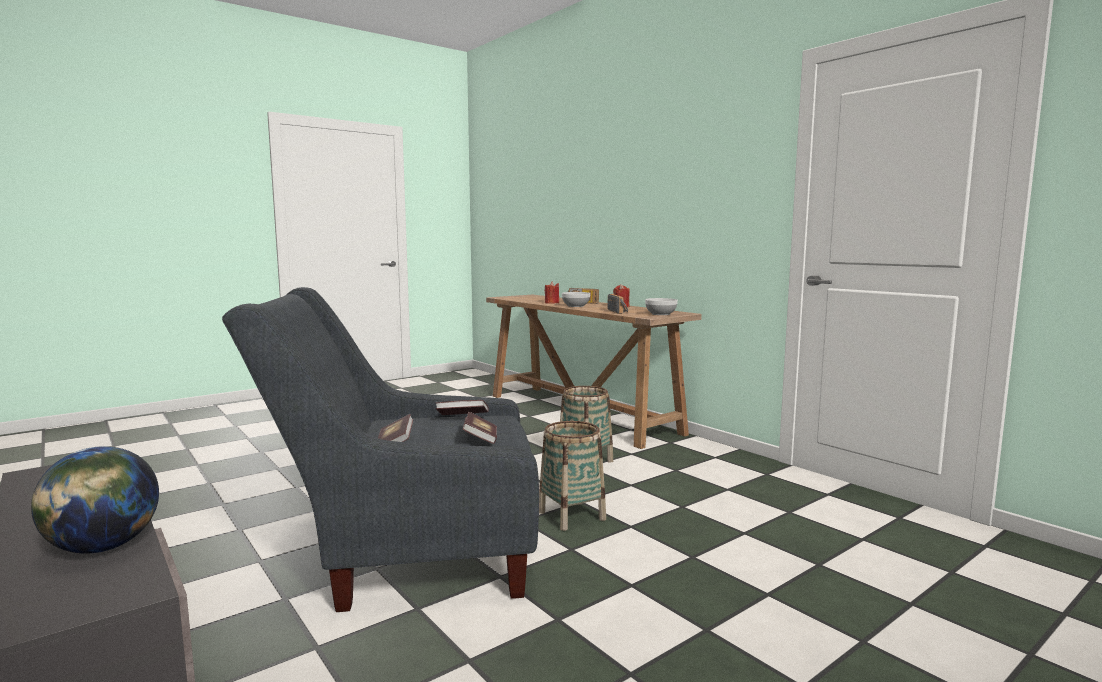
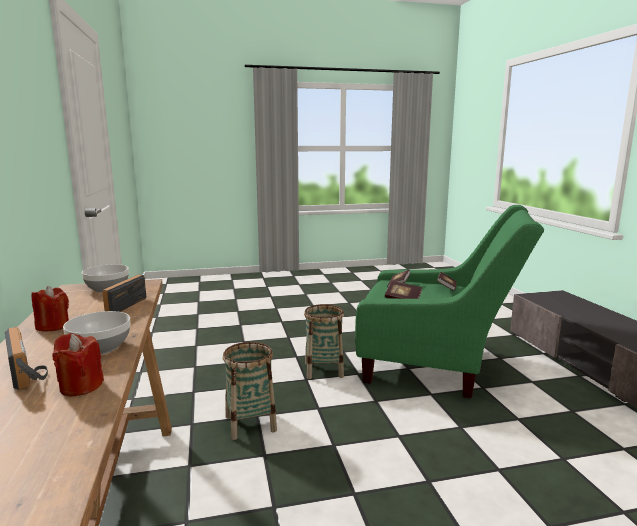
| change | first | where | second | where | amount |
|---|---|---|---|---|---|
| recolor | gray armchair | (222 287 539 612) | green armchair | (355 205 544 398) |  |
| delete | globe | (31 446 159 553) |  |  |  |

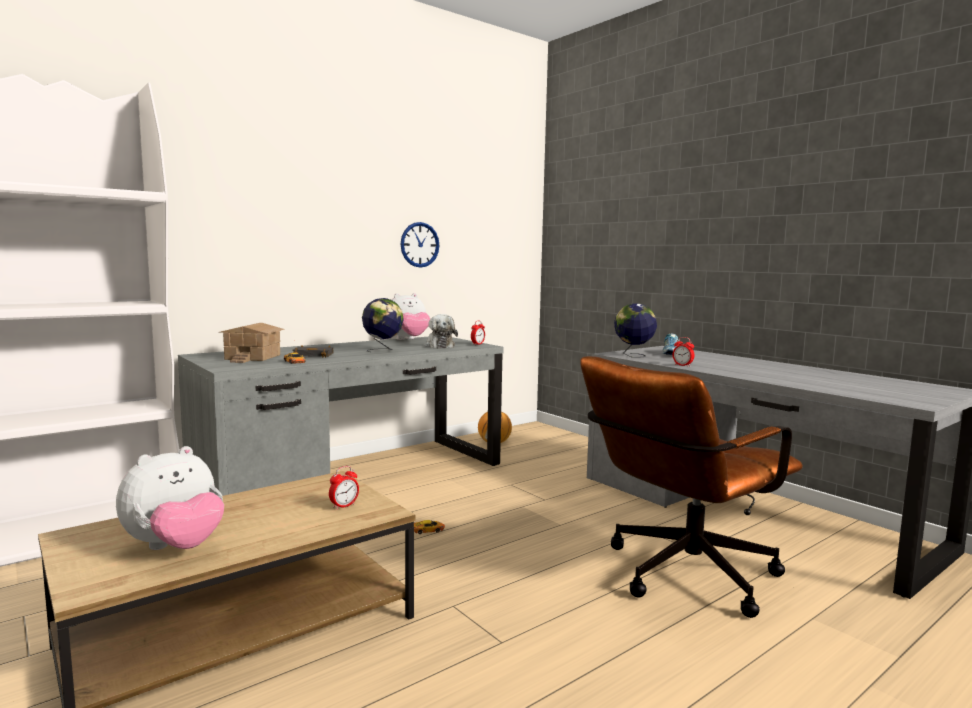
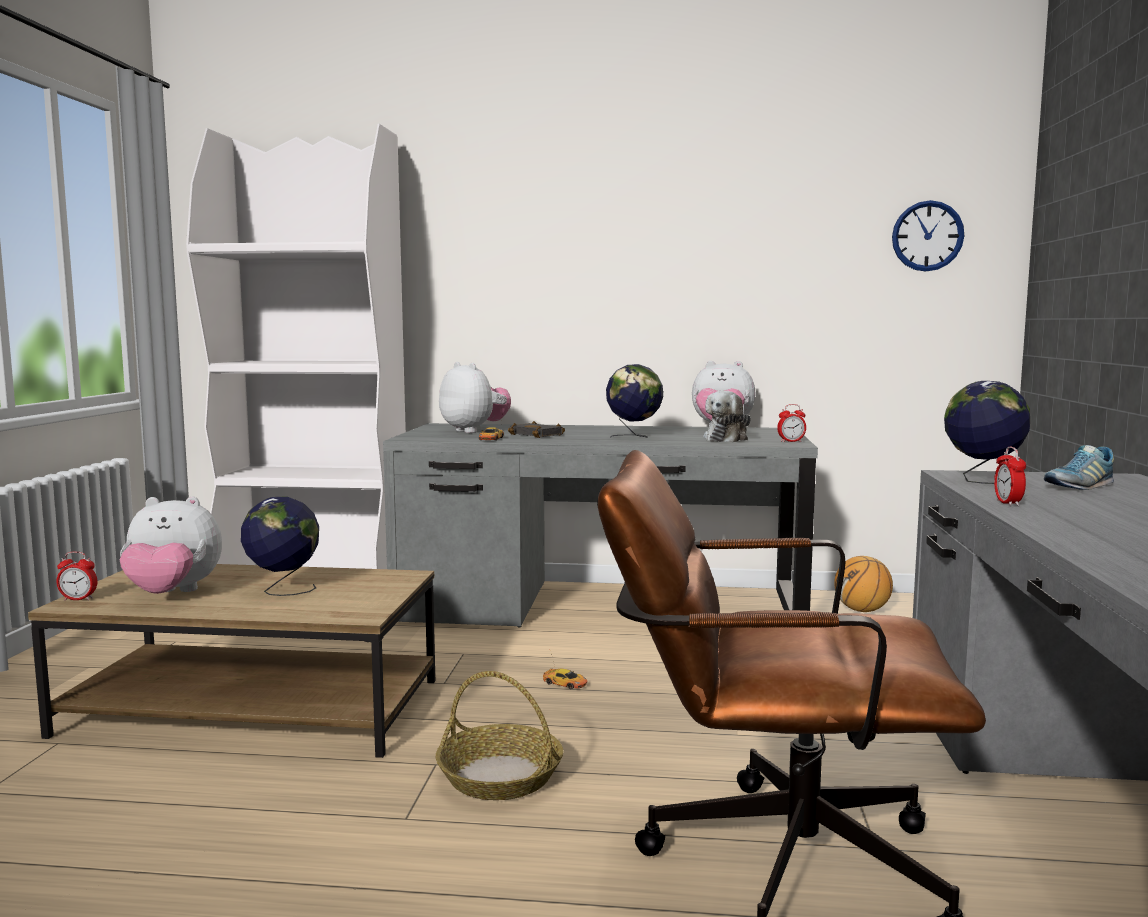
| change | first | where | second | where | amount |
|---|---|---|---|---|---|
| move | alarm clock | (329 466 359 510) |  | (57 552 98 601) |  |
| insert |  |  | globe | (241 496 319 596) |  |
| insert |  |  | household basket | (435 671 563 800) |  |
| replace | model house | (221 323 285 363) | plush toy | (439 362 511 433) |  |
| move | wall clock | (400 222 440 268) |  | (892 200 965 272) |  |

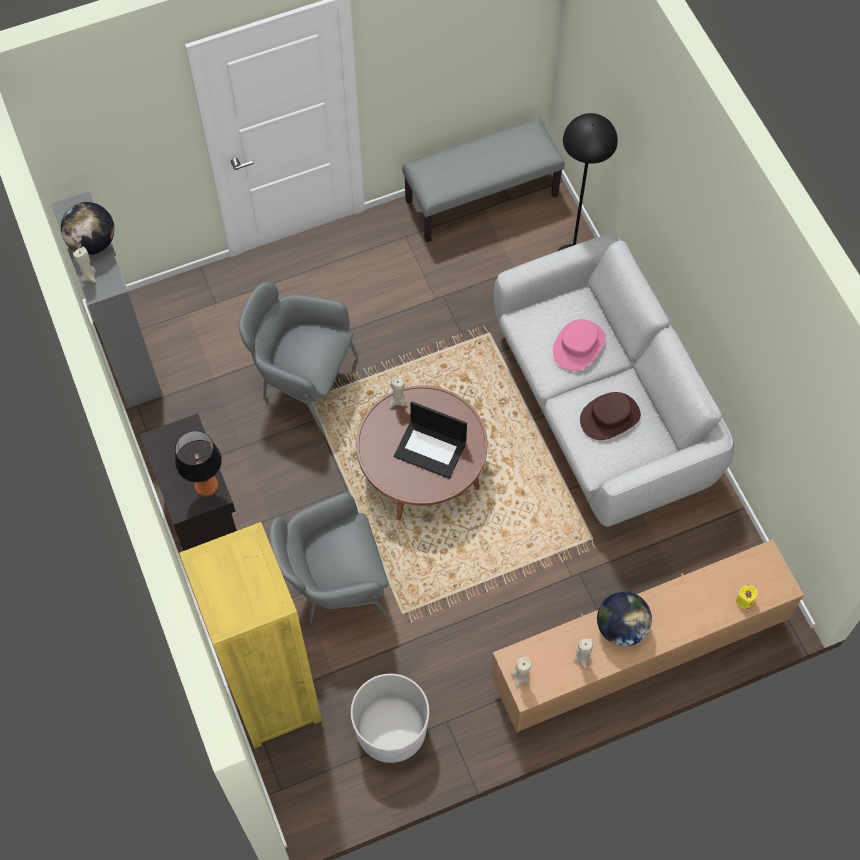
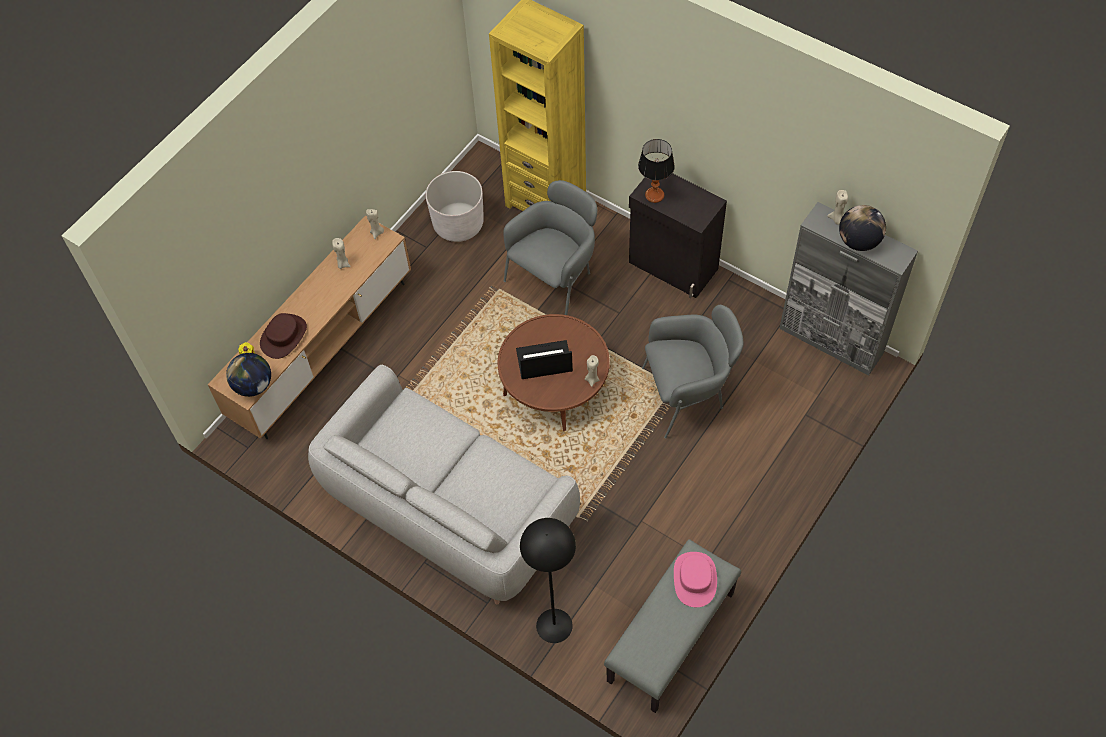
| change | first | where | second | where | amount |
|---|---|---|---|---|---|
| move | globe | (597 592 652 646) |  | (226 353 271 397) |  |
| move | brown hat | (580 392 641 440) |  | (260 313 307 359) |  |
| move | pink hat | (553 319 606 371) |  | (674 552 717 607) |  |

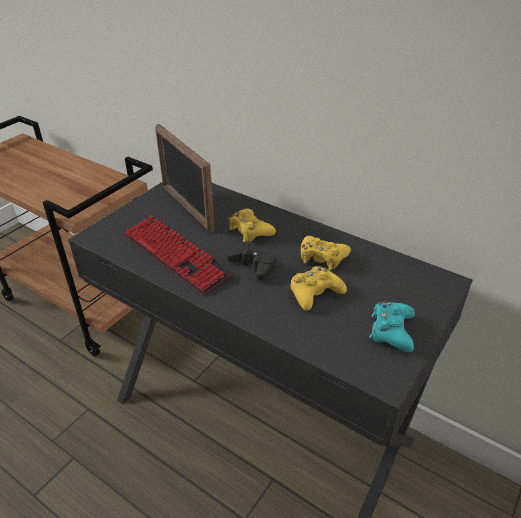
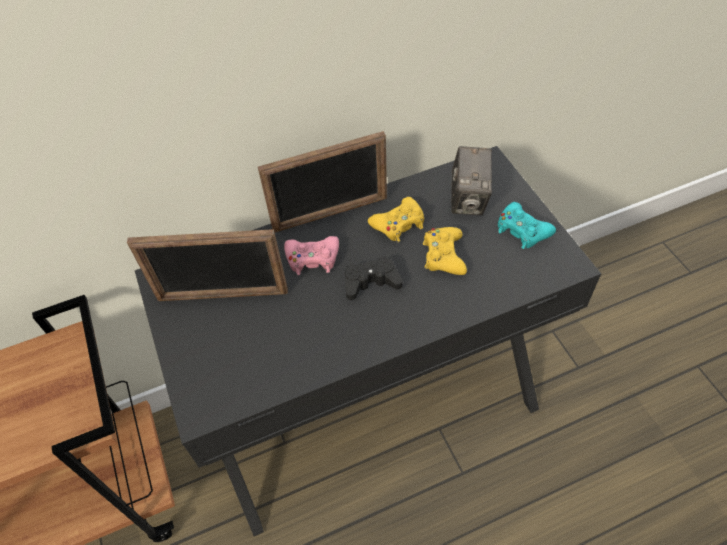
| change | first | where | second | where | amount |
|---|---|---|---|---|---|
| insert |  |  | standing frame | (258 131 387 232) |  |
| recolor | yellow-coloured joypad | (229 209 276 242) | pink joypad | (284 236 339 275) |  |
| insert |  |  | still camera | (451 146 492 215) |  |
| delete | computer keyboard | (123 215 233 295) |  |  |  |

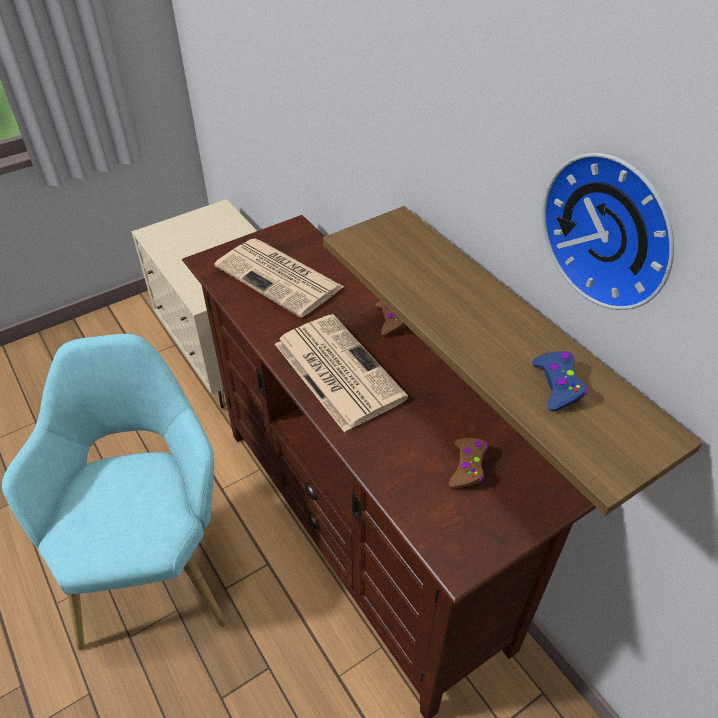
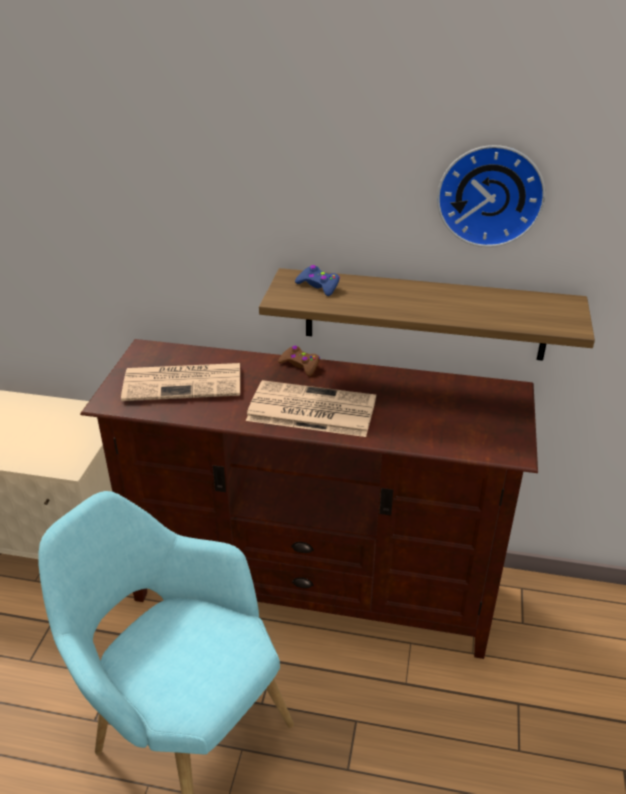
| change | first | where | second | where | amount |
|---|---|---|---|---|---|
| move | blue-coloured joypad | (532 351 587 411) |  | (295 265 340 296) |  |
| delete | brown joypad | (449 438 488 489) |  |  |  |

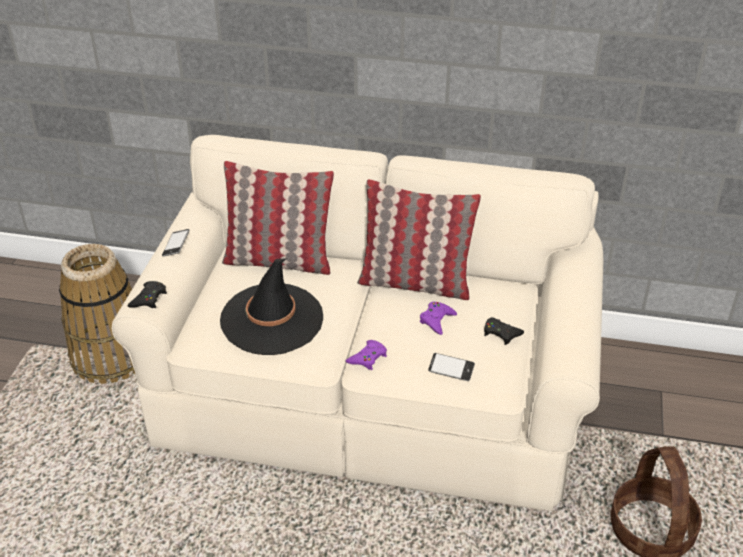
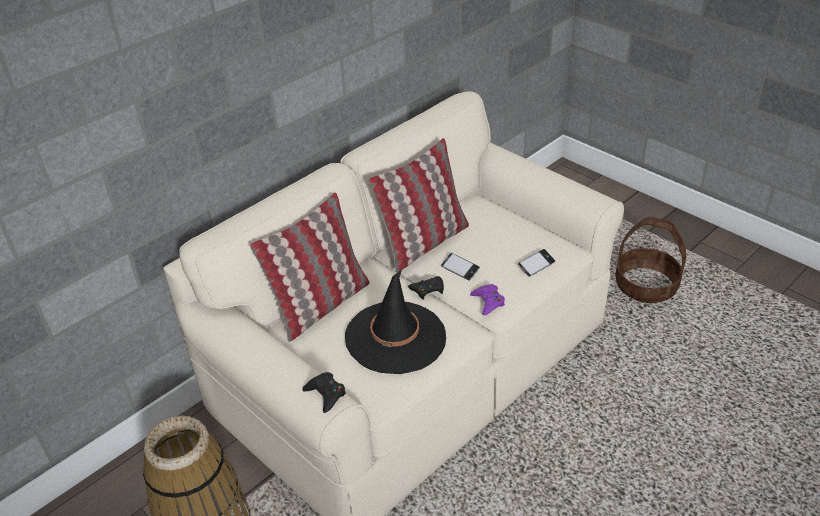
| change | first | where | second | where | amount |
|---|---|---|---|---|---|
| move | black joypad | (484 317 524 345) |  | (408 276 444 300) |  |
| move | phone | (162 229 190 257) |  | (441 253 480 281) |  |
| delete | purple-coloured joypad | (420 302 457 335) |  |  |  |

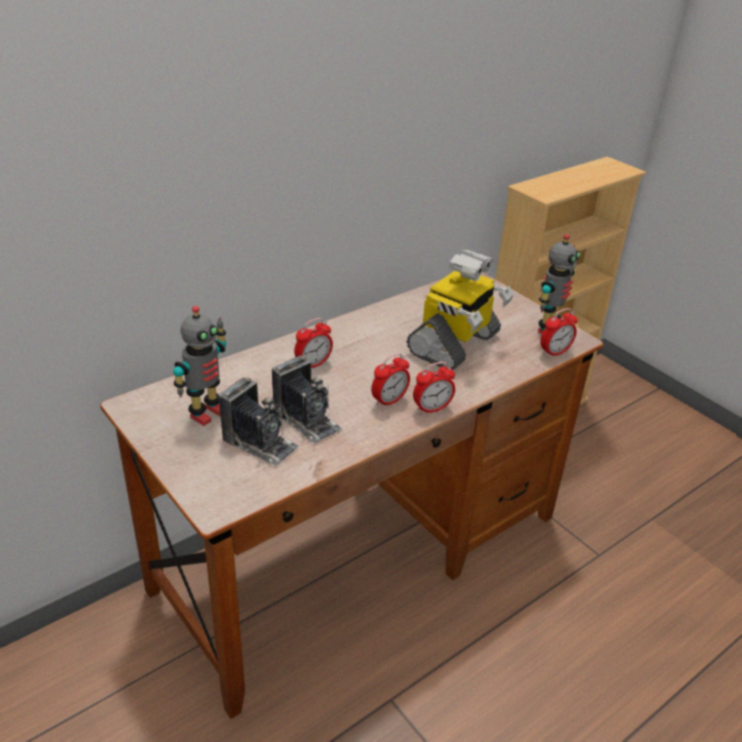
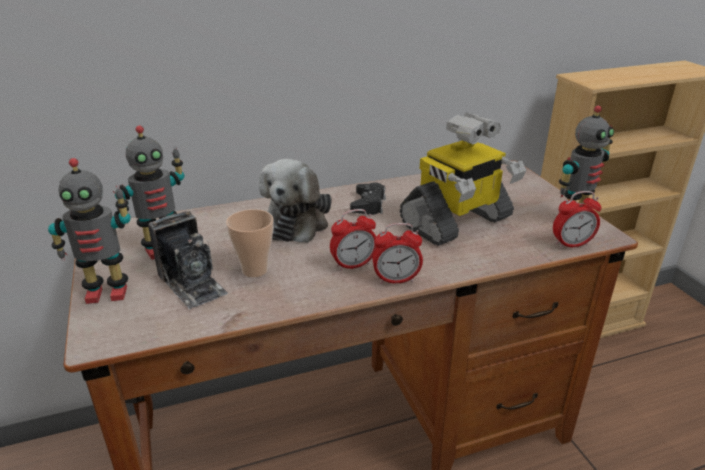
| change | first | where | second | where | amount |
|---|---|---|---|---|---|
| insert |  |  | robot figure | (48 158 131 304) |  |
| replace | still camera | (272 356 342 444) | drinking cup | (226 209 274 277) |  |
| replace | alarm clock | (294 318 333 368) | plush toy | (259 159 332 243) |  |
| insert |  |  | black joypad | (350 183 386 215) |  |

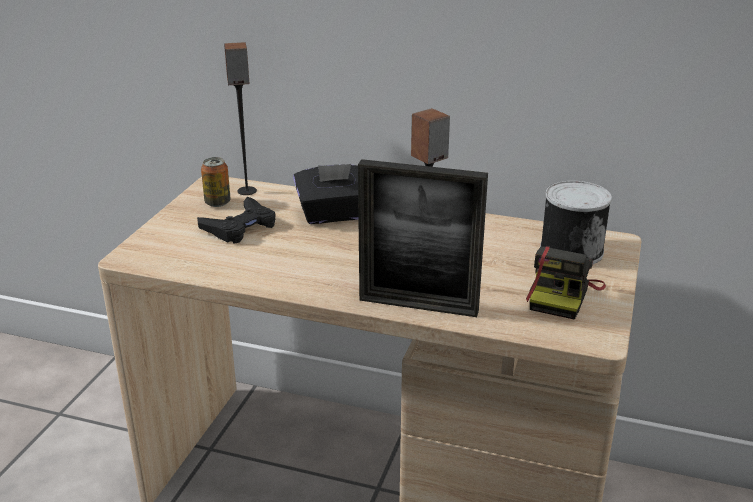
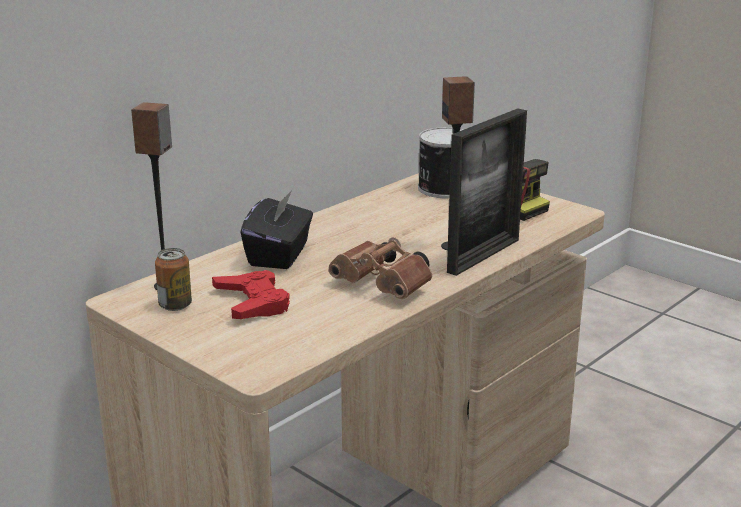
| change | first | where | second | where | amount |
|---|---|---|---|---|---|
| recolor | black joypad | (197 197 276 244) | red-coloured joypad | (212 270 290 319) |  |
| insert |  |  | brown pair of binoculars | (329 237 432 299) |  |

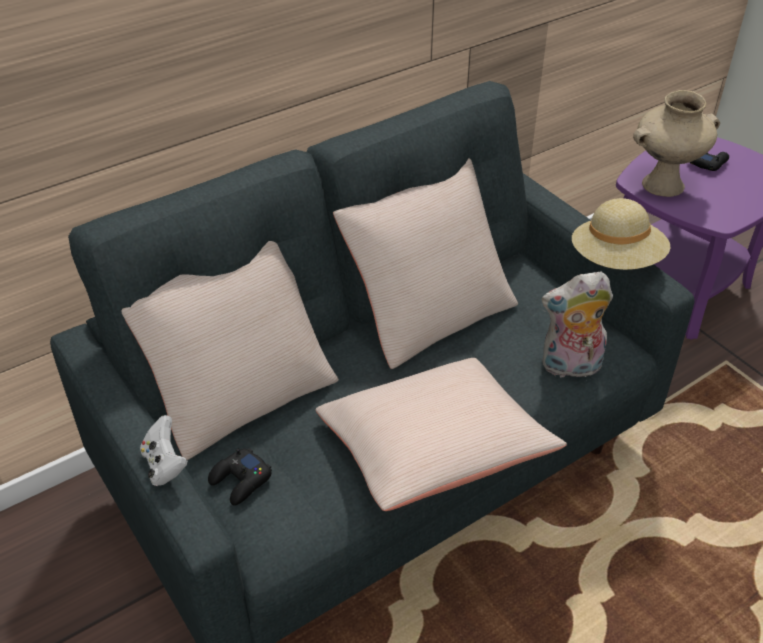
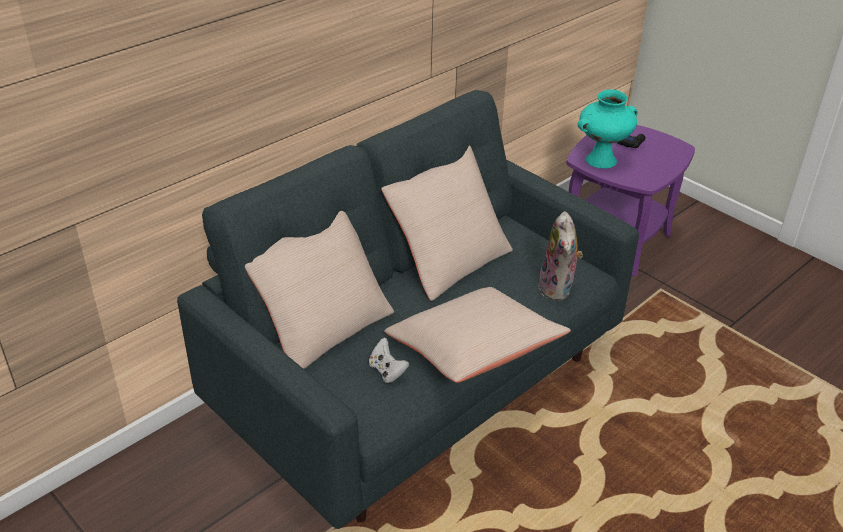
| change | first | where | second | where | amount |
|---|---|---|---|---|---|
| move | white-coloured joypad | (140 415 188 486) |  | (369 338 409 383) |  |
| rotate | plush toy | (542 271 613 377) |  | (538 211 583 301) | 75 degrees counterclockwise |
| recolor | sand-coloured flower vase | (633 90 720 197) | turquoise flower vase | (578 90 638 168) |  |
| delete | black joypad | (208 448 272 505) |  |  |  |
| delete | sand-coloured hat | (572 198 671 270) |  |  |  |

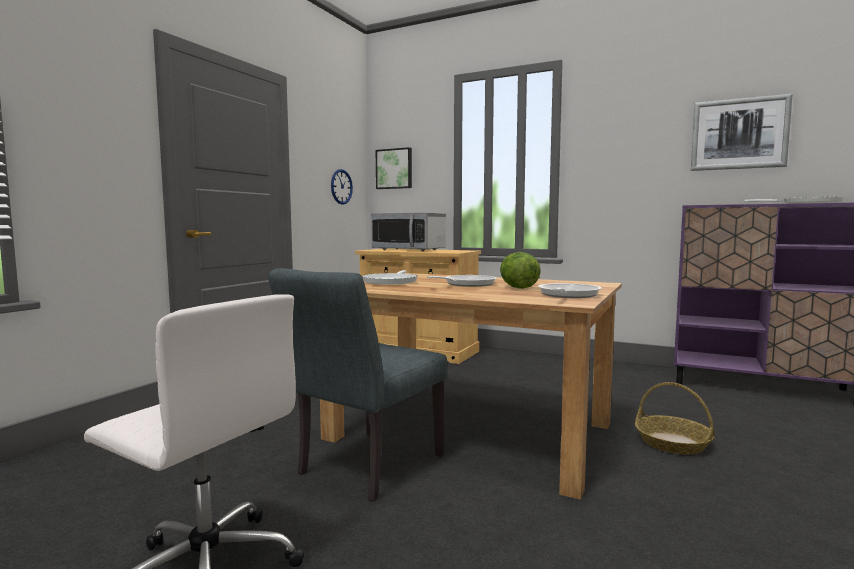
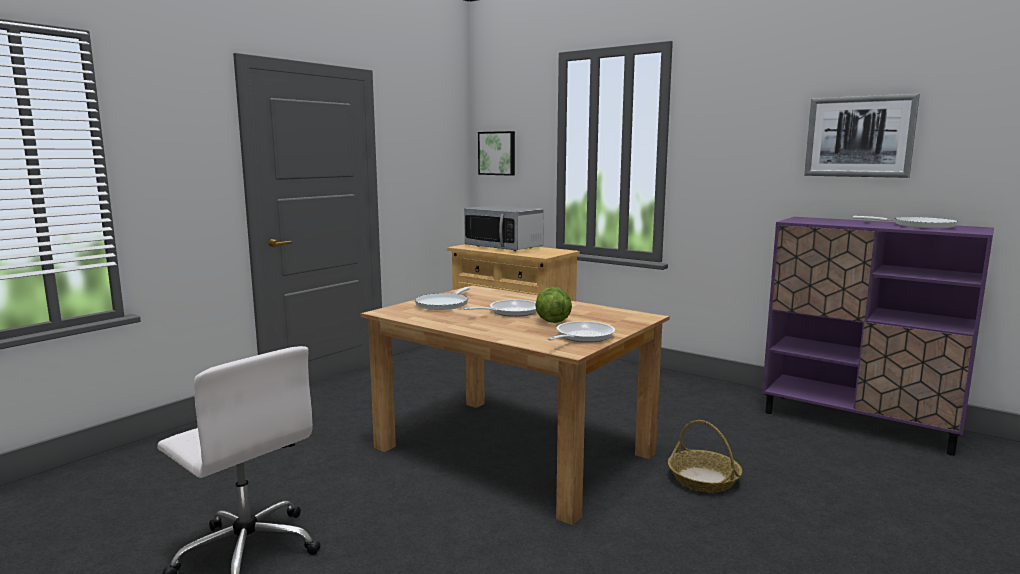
| change | first | where | second | where | amount |
|---|---|---|---|---|---|
| delete | gray chair | (268 268 447 502) |  |  |  |
| delete | wall clock | (331 169 353 205) |  |  |  |

